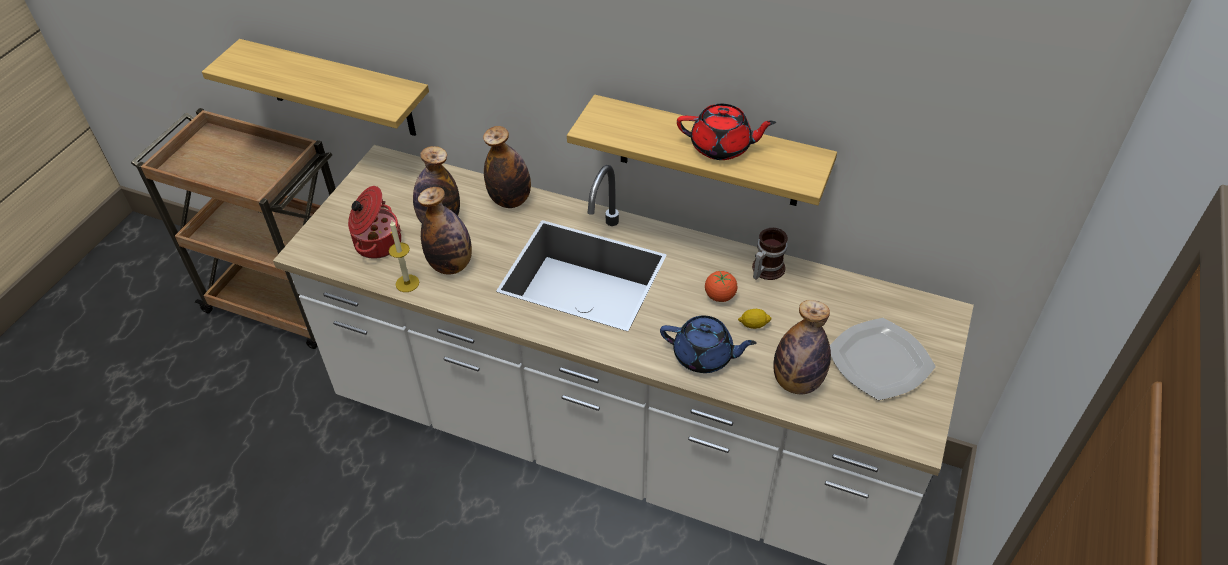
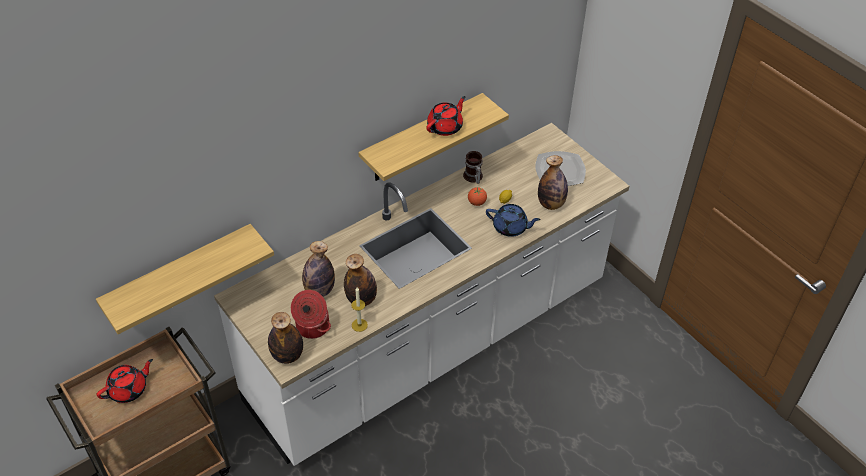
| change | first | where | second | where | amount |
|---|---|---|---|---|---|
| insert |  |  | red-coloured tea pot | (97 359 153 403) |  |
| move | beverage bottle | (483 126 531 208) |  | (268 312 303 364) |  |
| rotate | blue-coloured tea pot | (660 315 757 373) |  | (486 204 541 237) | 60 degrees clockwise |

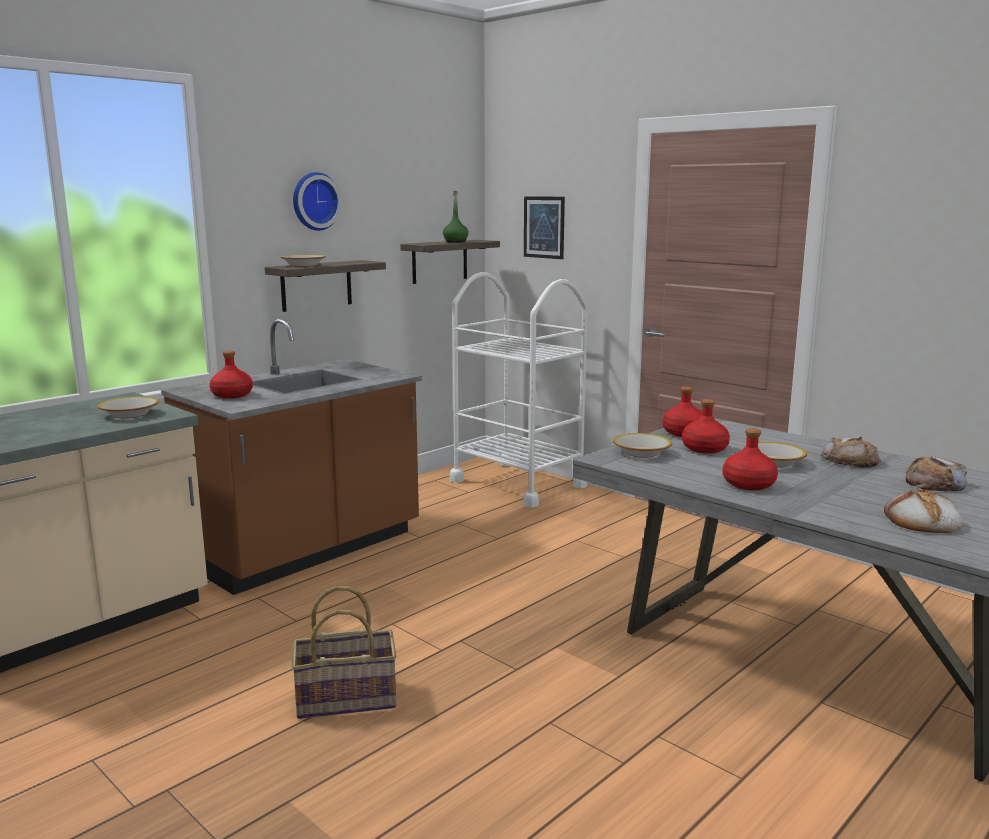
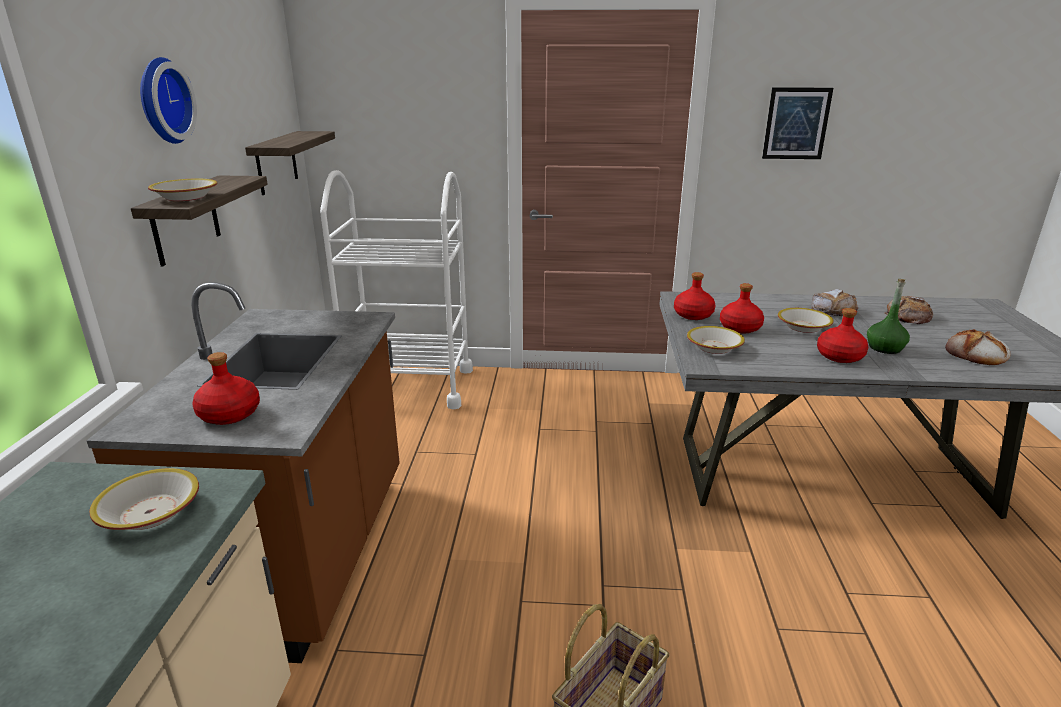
| change | first | where | second | where | amount |
|---|---|---|---|---|---|
| move | wall art | (524 196 565 259) |  | (762 87 833 159) |  |
| move | green beverage bottle | (443 191 469 243) |  | (867 279 910 354) |  |

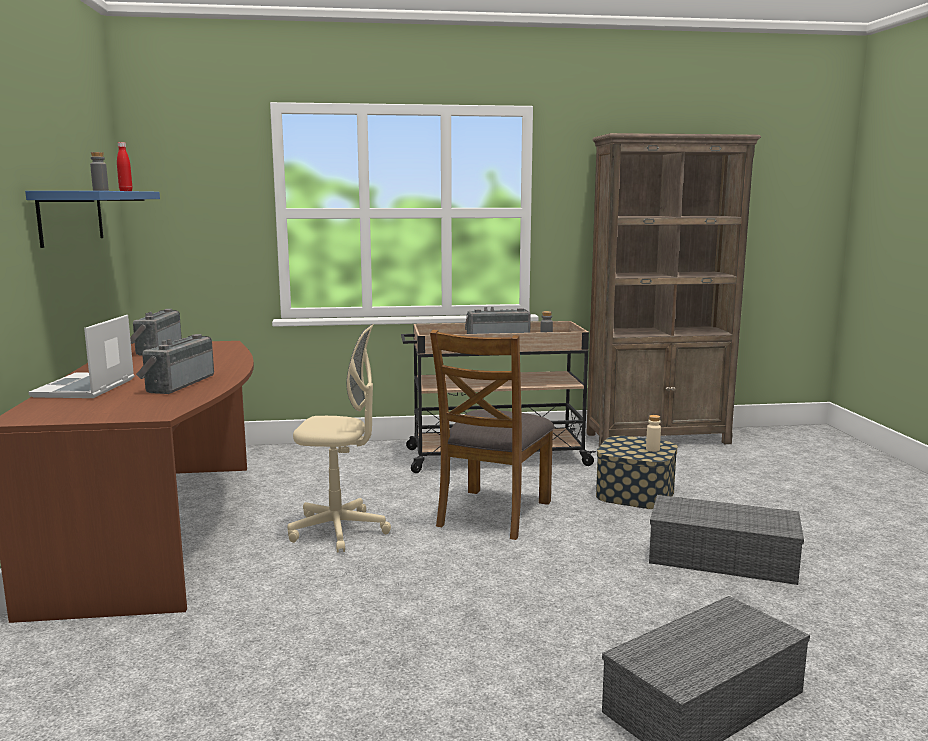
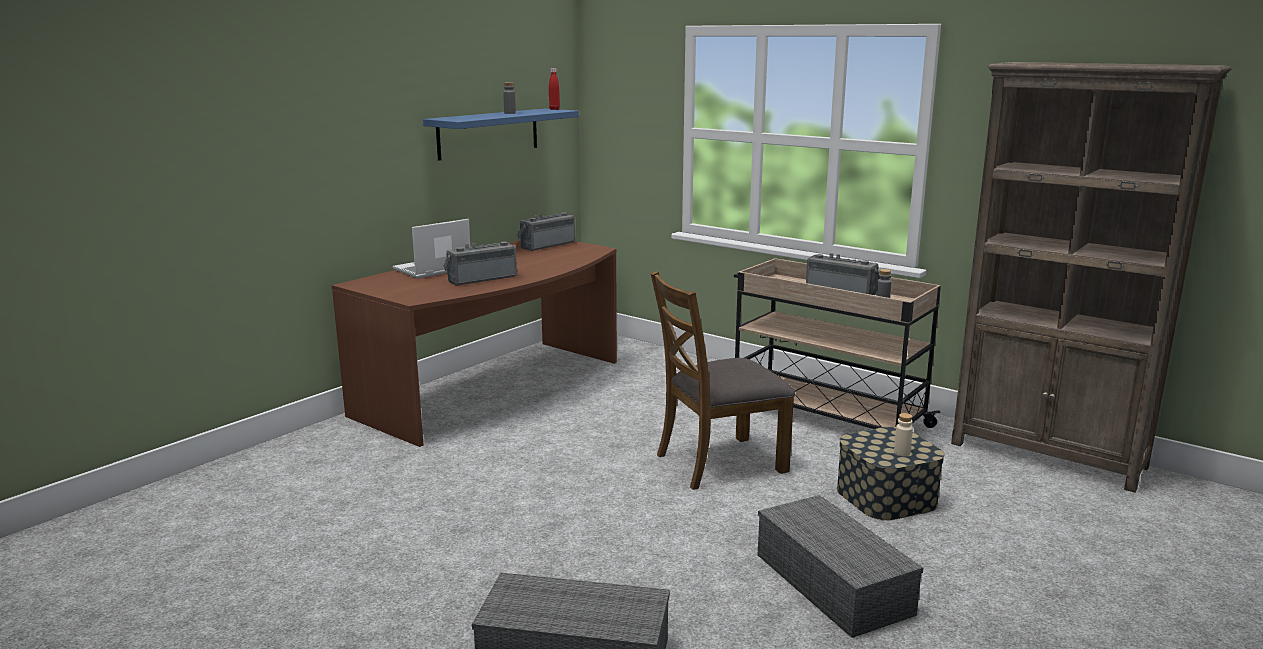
| change | first | where | second | where | amount |
|---|---|---|---|---|---|
| delete | sand-coloured office chair | (288 324 391 553) |  |  |  |

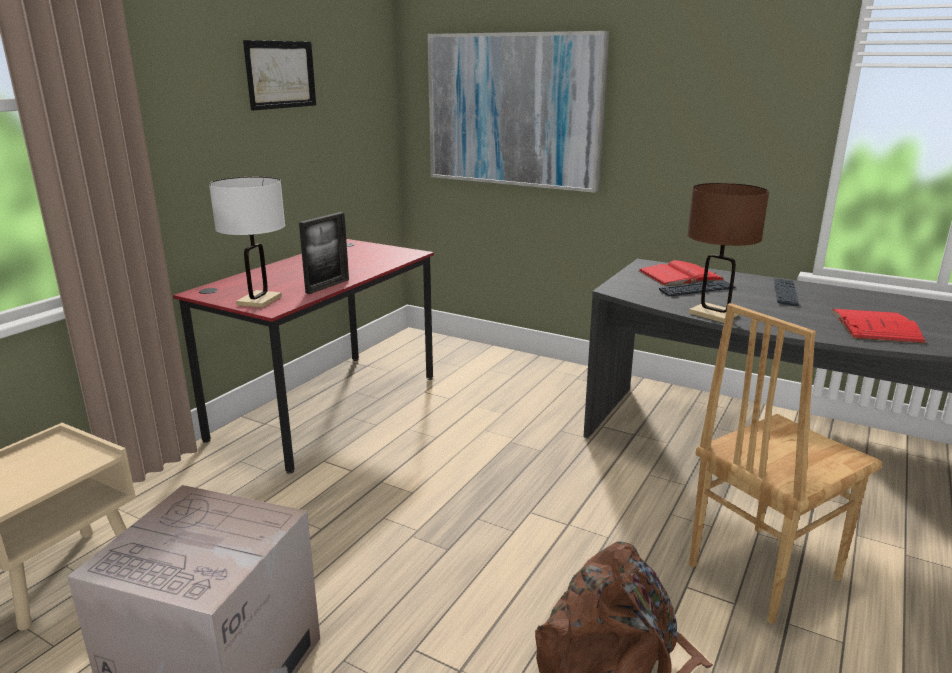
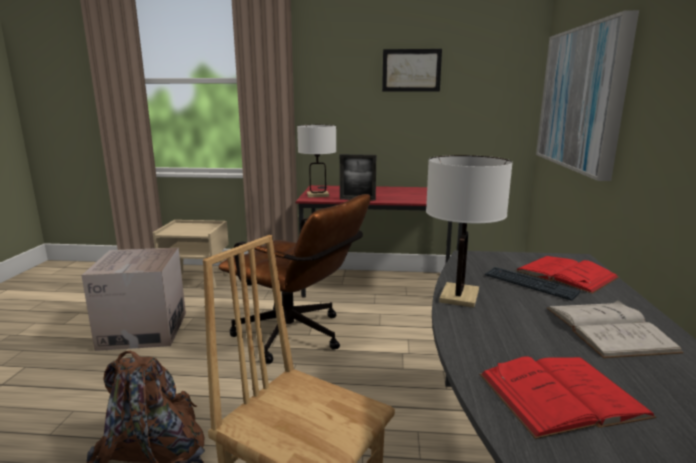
| change | first | where | second | where | amount |
|---|---|---|---|---|---|
| insert |  |  | brown office chair | (219 194 371 364) |  |
| recolor | brown table lamp | (687 183 769 323) | white-coloured table lamp | (426 155 513 308) |  |
| replace | computer keyboard | (774 278 799 306) | white-coloured bound book | (546 300 684 358) |  |

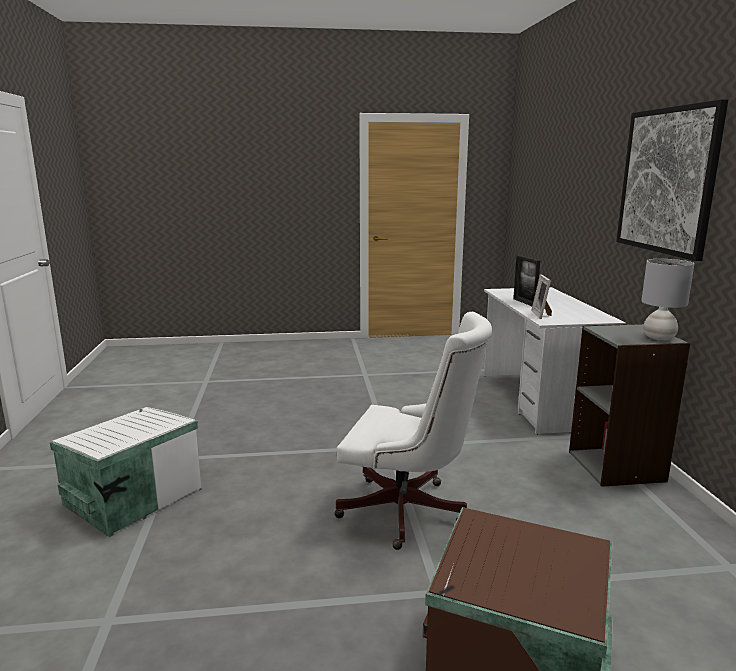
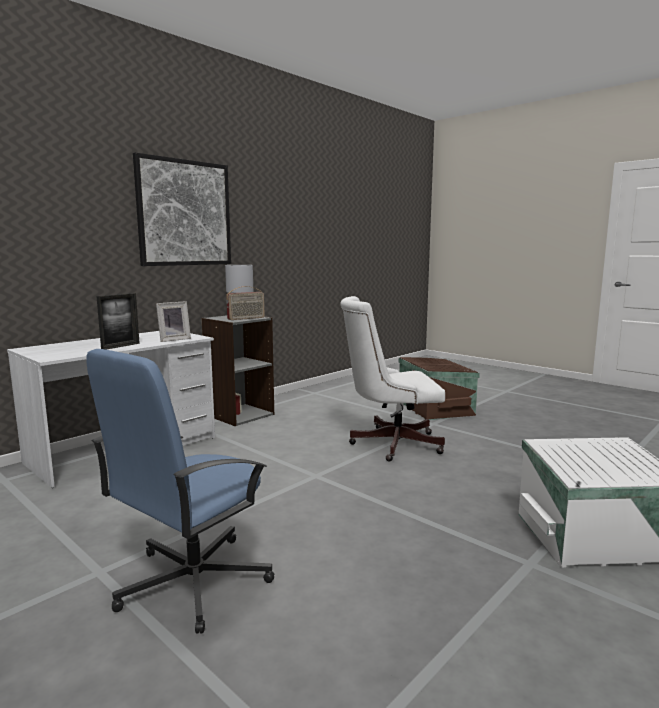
| change | first | where | second | where | amount |
|---|---|---|---|---|---|
| insert |  |  | blue-coloured office chair | (86 349 274 634) |  |
| insert |  |  | radio set | (226 286 265 320) |  |
| rotate | white-coloured office chair | (334 312 492 550) |  | (340 296 445 462) | 75 degrees counterclockwise |

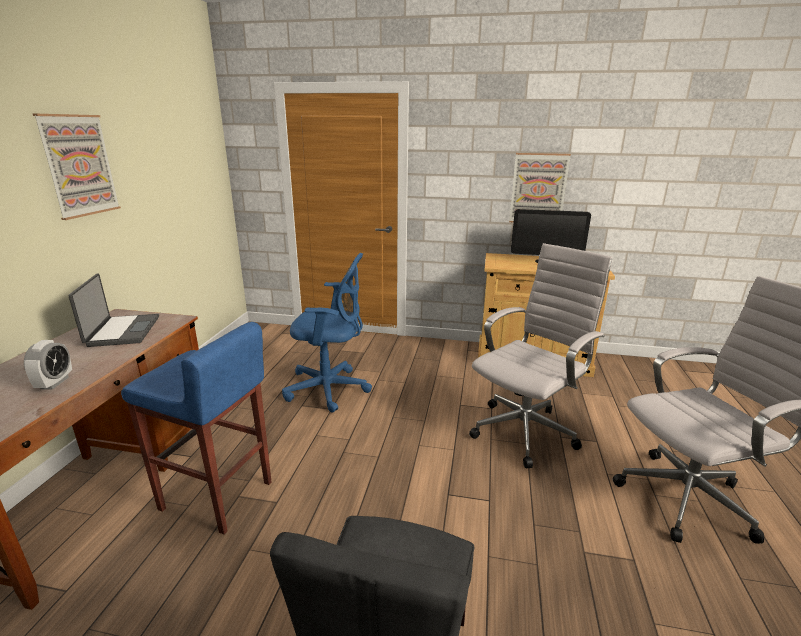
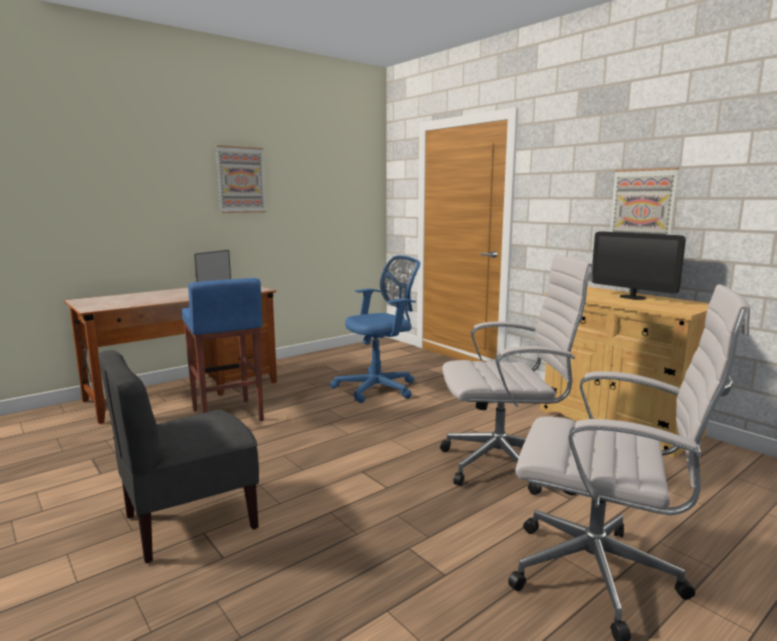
| change | first | where | second | where | amount |
|---|---|---|---|---|---|
| rotate | blue-coloured office chair | (282 253 372 413) |  | (330 255 420 403) | 75 degrees counterclockwise |
| delete | alarm clock | (24 340 72 390) |  |  |  |

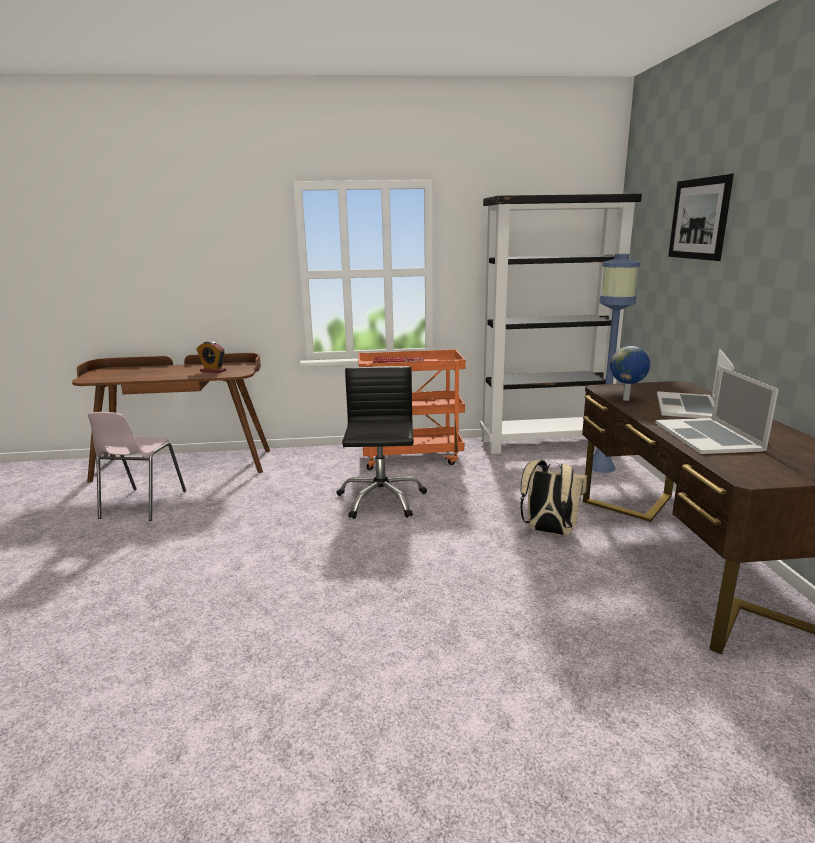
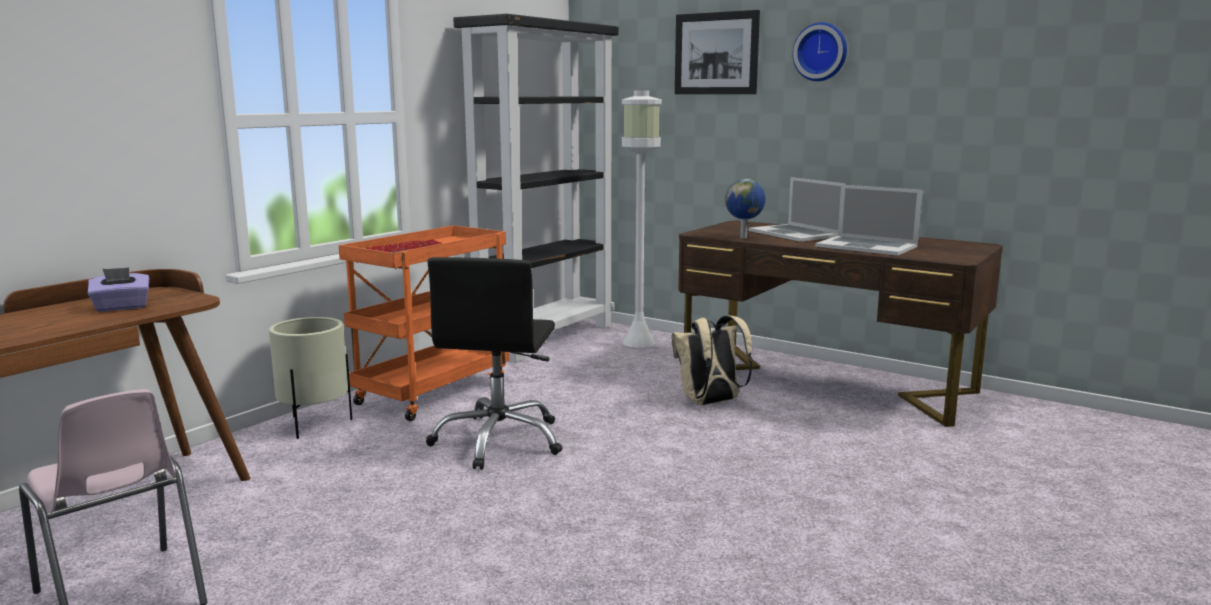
| change | first | where | second | where | amount |
|---|---|---|---|---|---|
| replace | alarm clock | (196 341 226 373) | purple-coloured tissue box | (88 267 149 312) |  |
| insert |  |  | sand-coloured flower pot | (269 317 352 439) |  |
| rotate | black office chair | (336 366 427 519) |  | (426 257 562 470) | 120 degrees counterclockwise |
| recolor | blue-coloured standard lamp | (592 254 640 473) | white-coloured standard lamp | (622 90 662 348) |  |
| insert |  |  | wall clock | (793 22 847 81) |  |

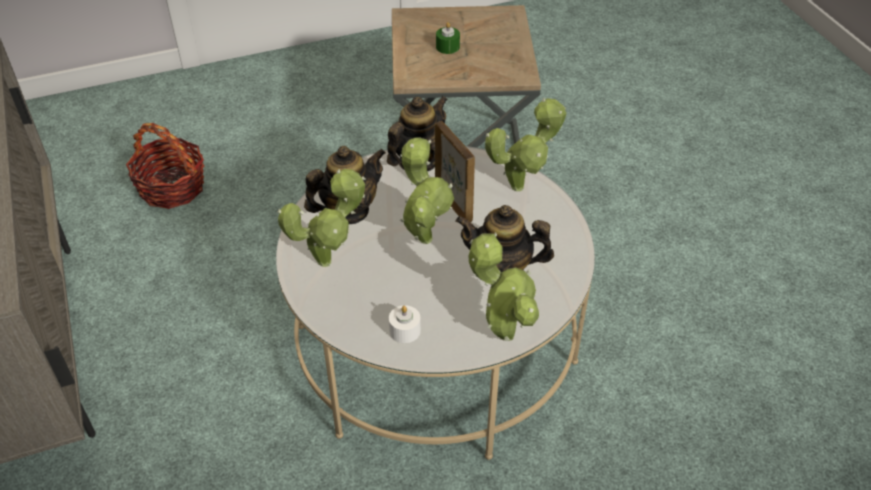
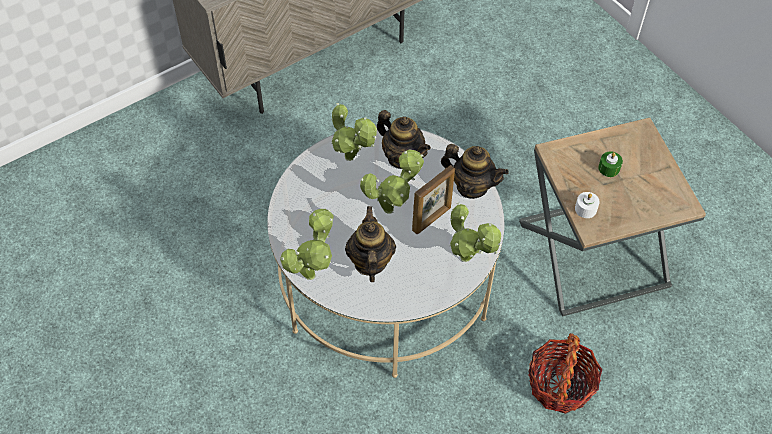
| change | first | where | second | where | amount |
|---|---|---|---|---|---|
| move | household basket | (126 123 204 209) |  | (528 333 602 414) |  |
| move | white-coloured wax light | (389 305 421 343) |  | (575 192 600 218) |  |

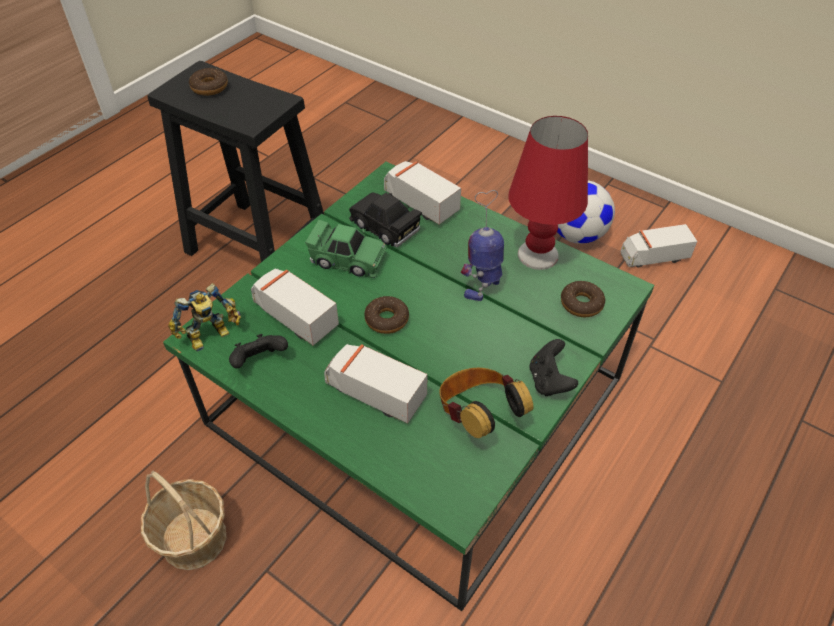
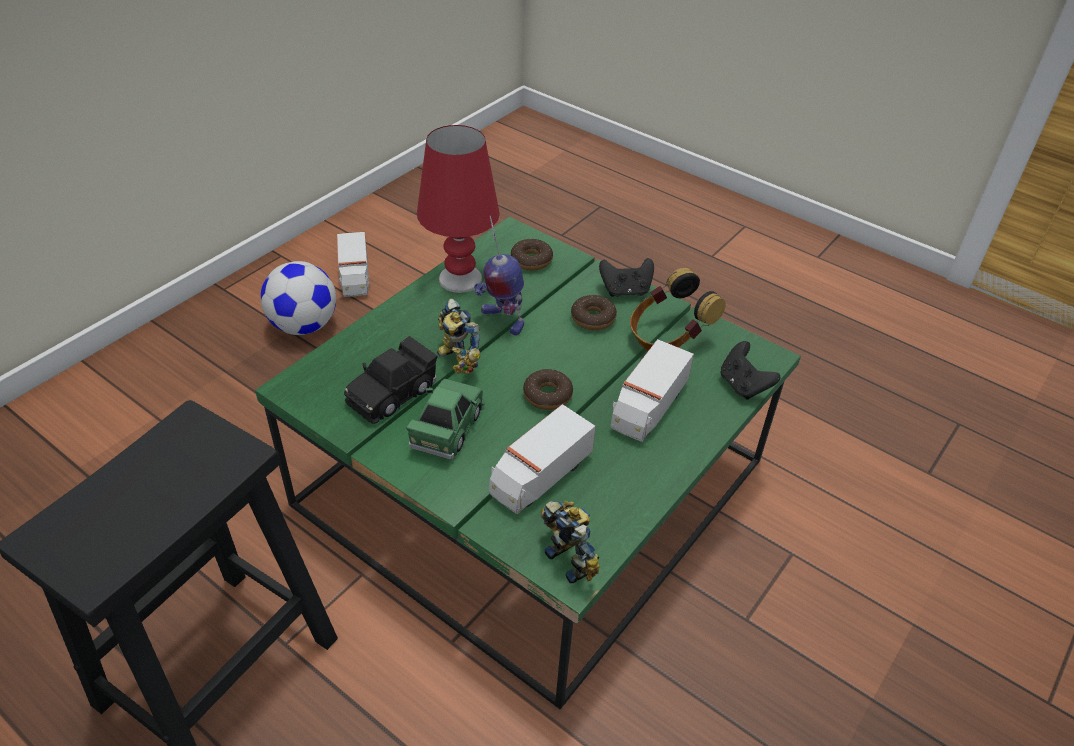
| change | first | where | second | where | amount |
|---|---|---|---|---|---|
| insert |  |  | robot figure | (437 299 481 374) |  |
| move | donut | (189 68 228 96) |  | (571 295 617 330) |  |
| move | black joypad | (229 334 288 368) |  | (720 341 781 400) |  |
| delete | household basket | (141 471 227 570) |  |  |  |
| delete | toy lorry | (384 161 461 225) |  |  |  |

